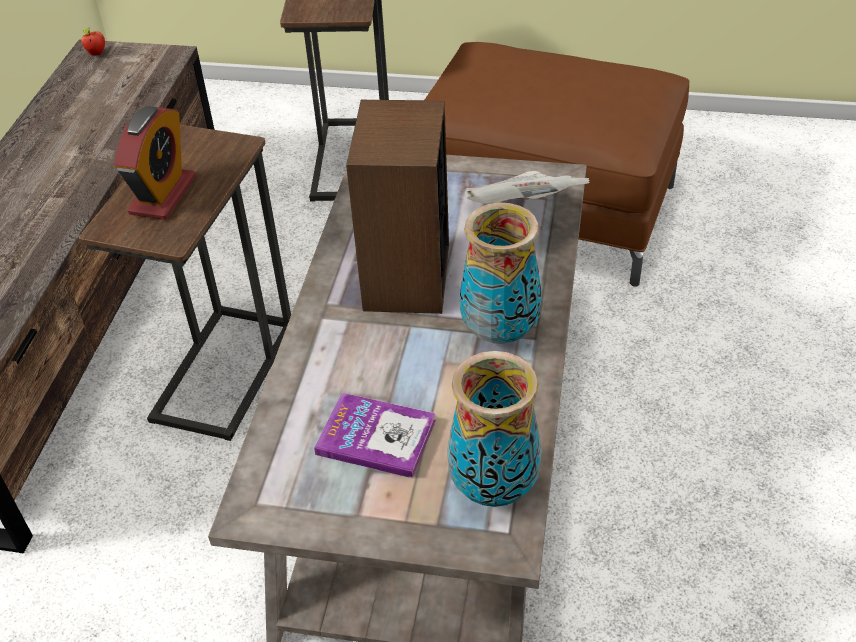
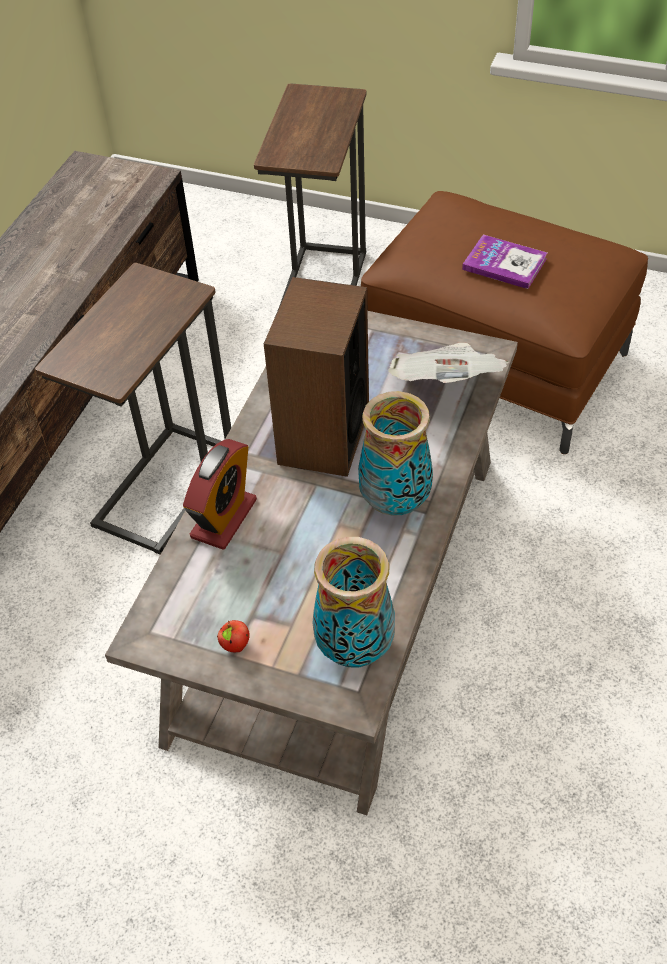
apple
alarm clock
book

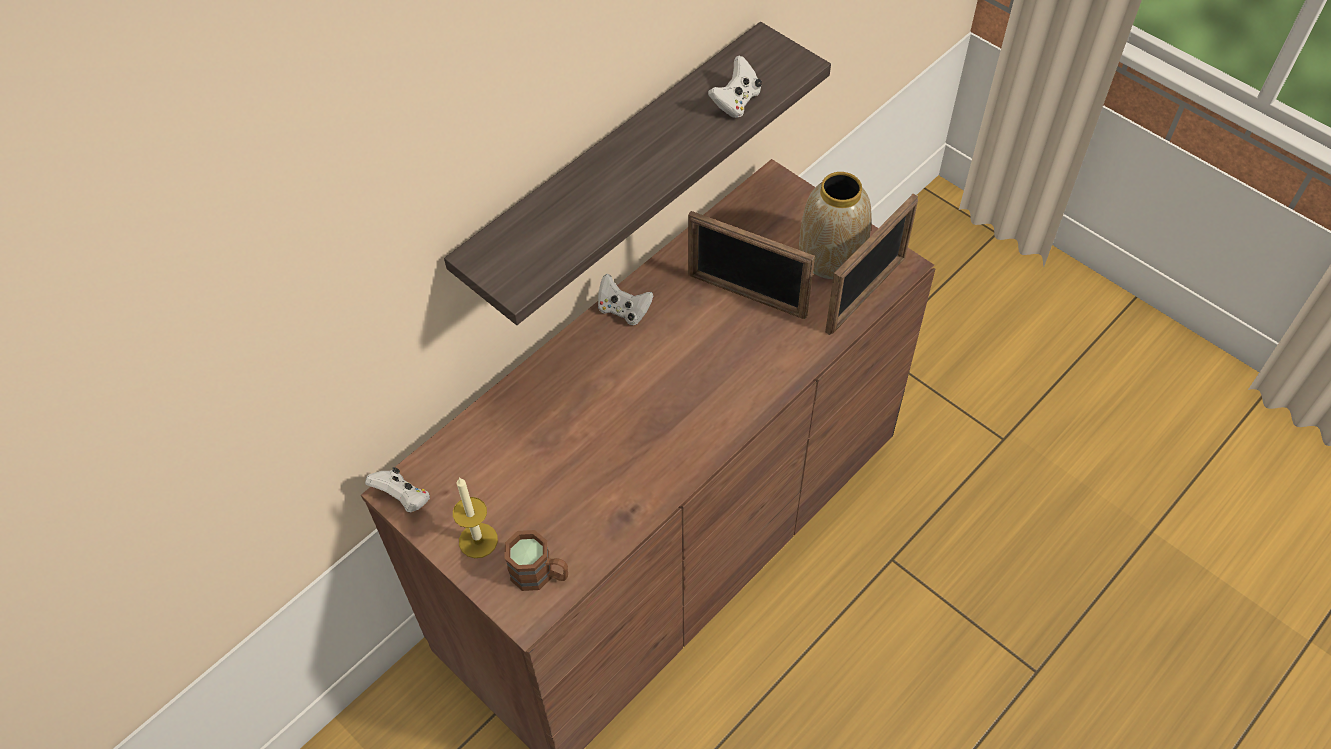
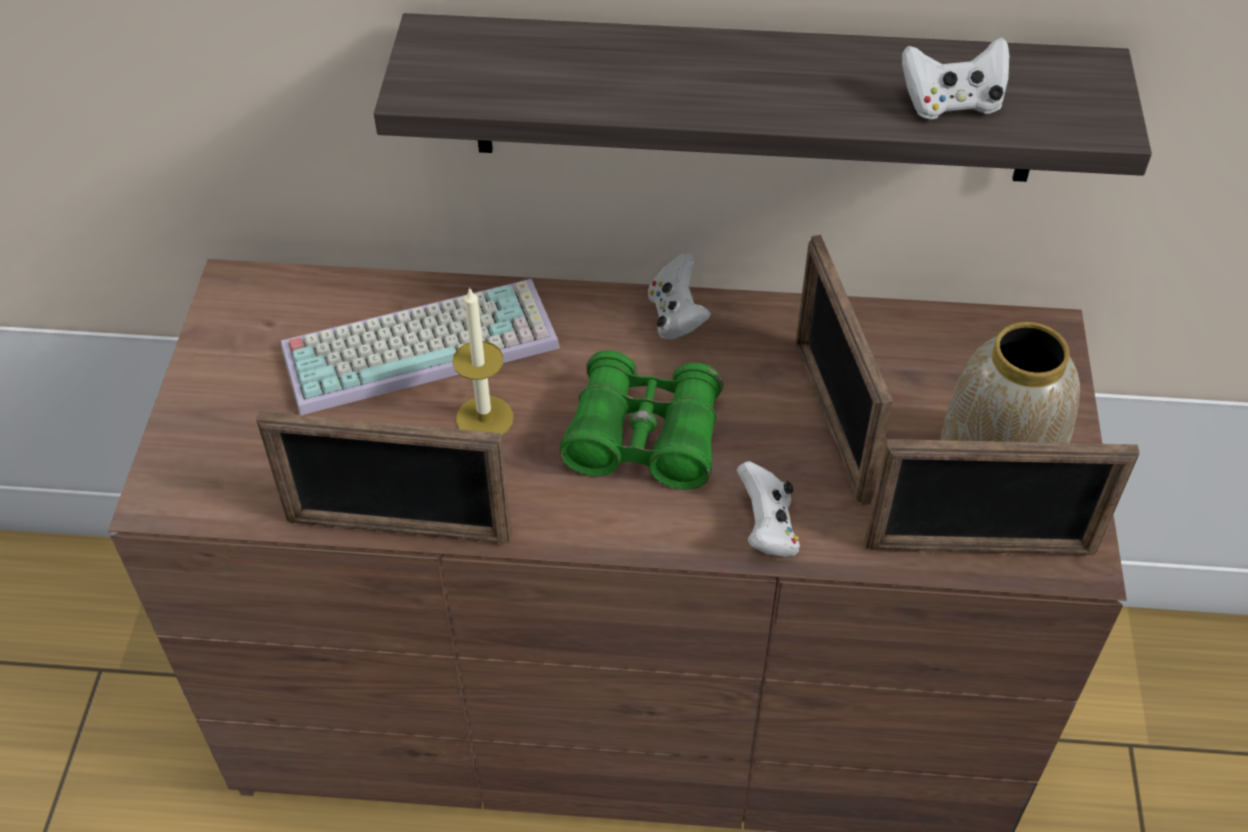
game controller (white) (no. 2 from left)
candle
mug (brown)
keyboard
binoculars (green)
picture frame (no. 1 from left)

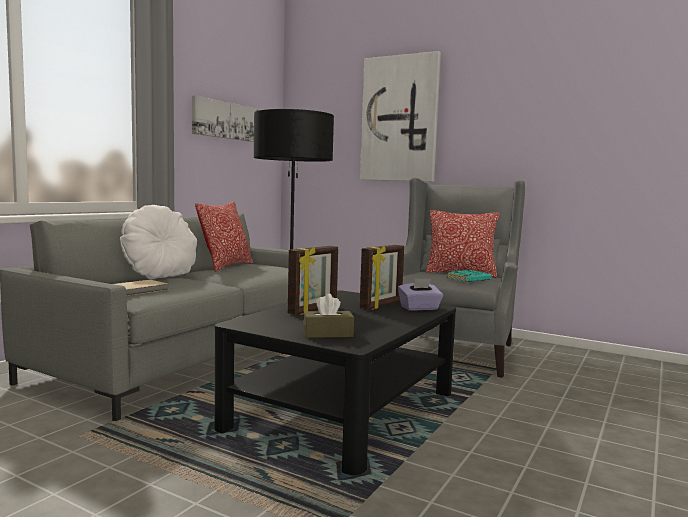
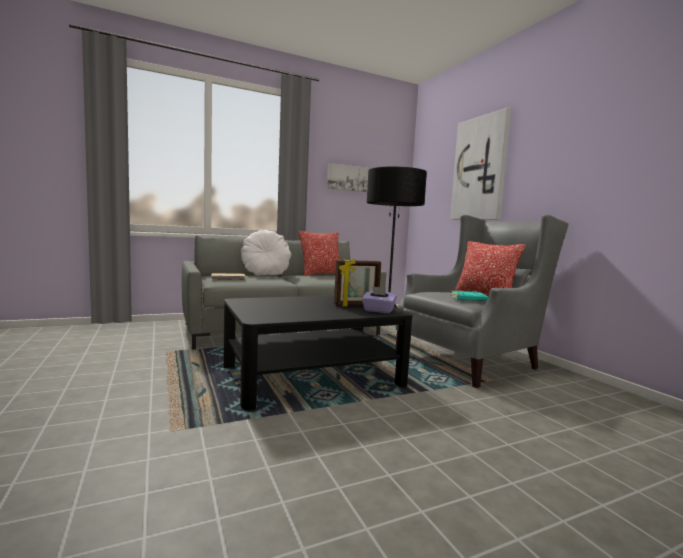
picture frame (no. 1 from left in the first image)
tissue box (brown)

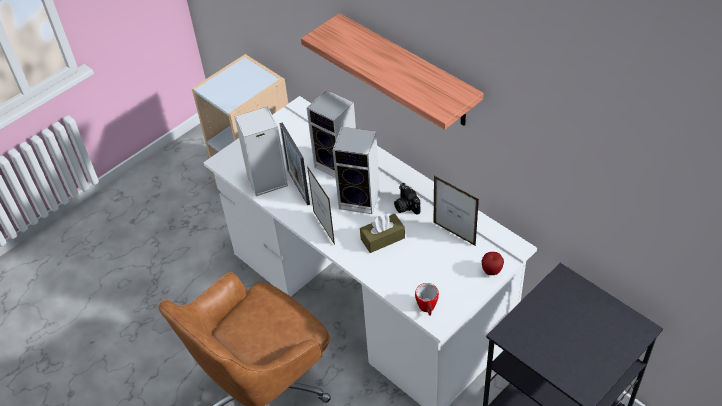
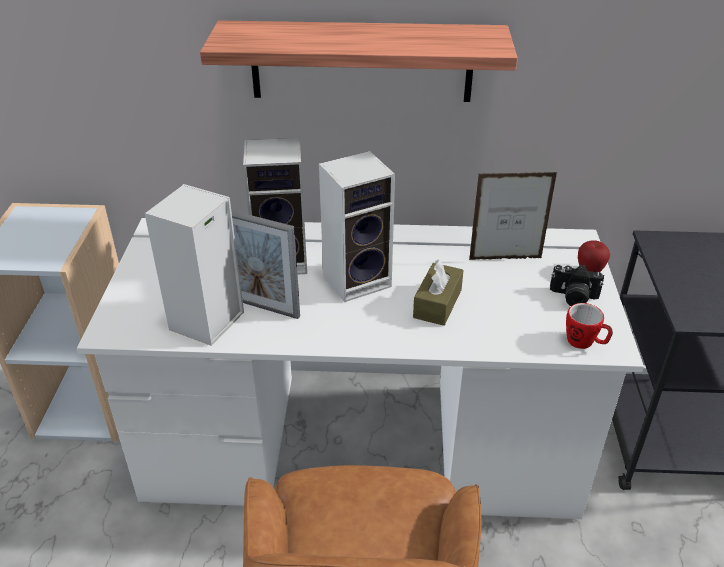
picture frame (no. 2 from left in the first image)
photo camera

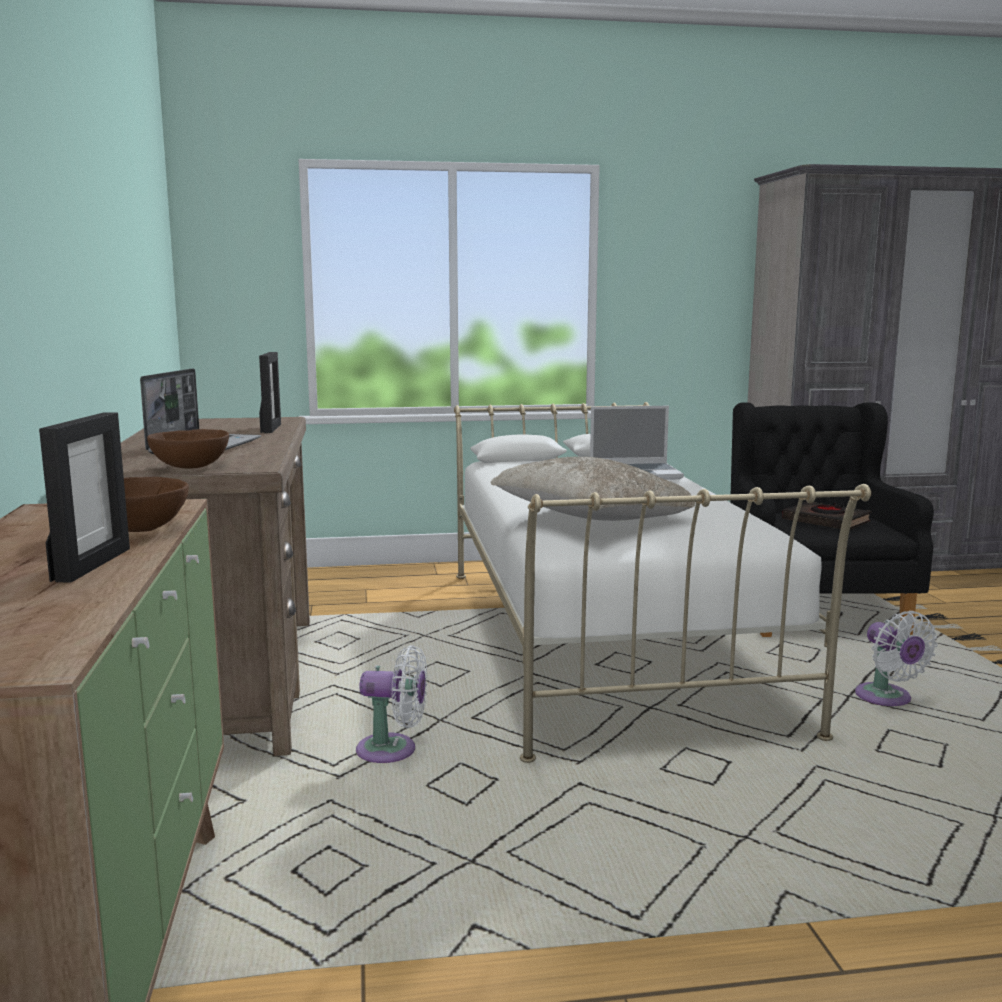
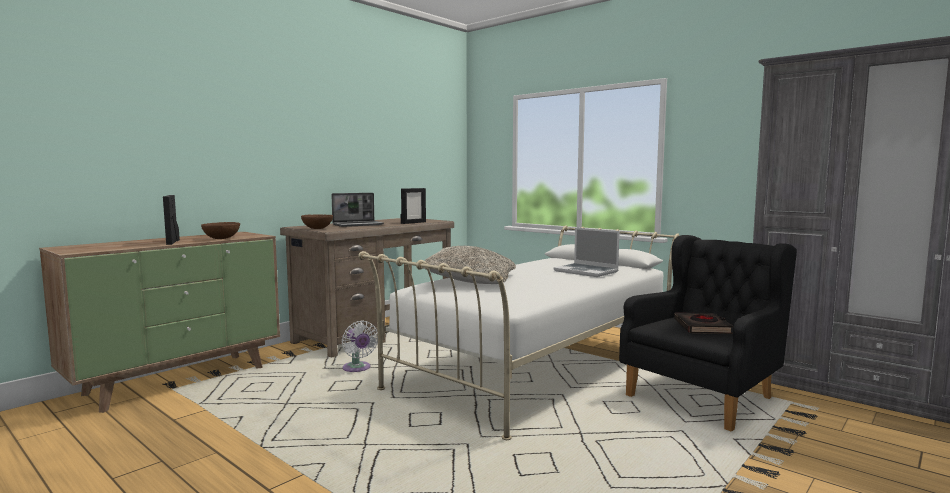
picture frame (no. 1 from left)
fan (white) (no. 2 from left in the first image)

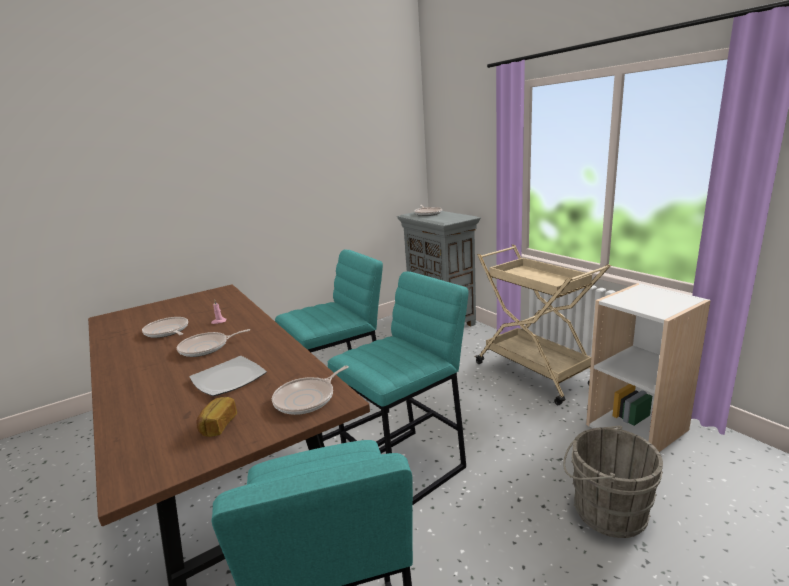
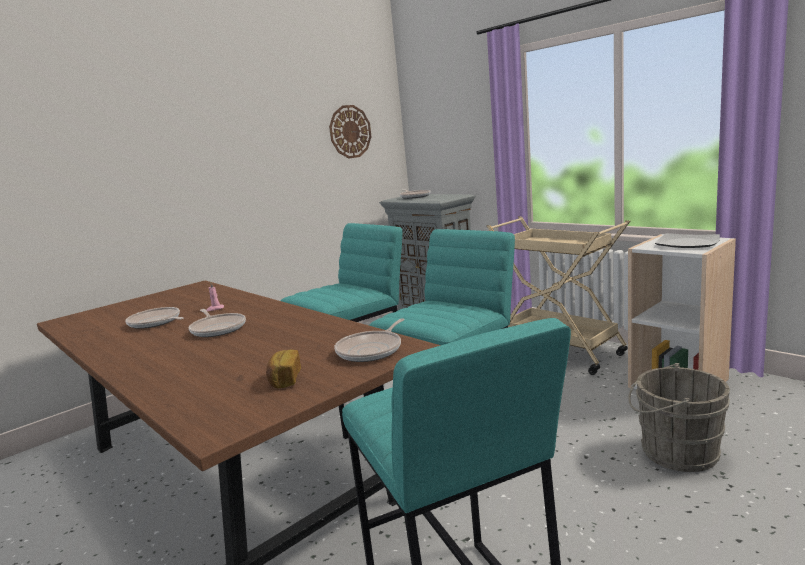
frying pan (no. 2 from left)
plate
wall clock

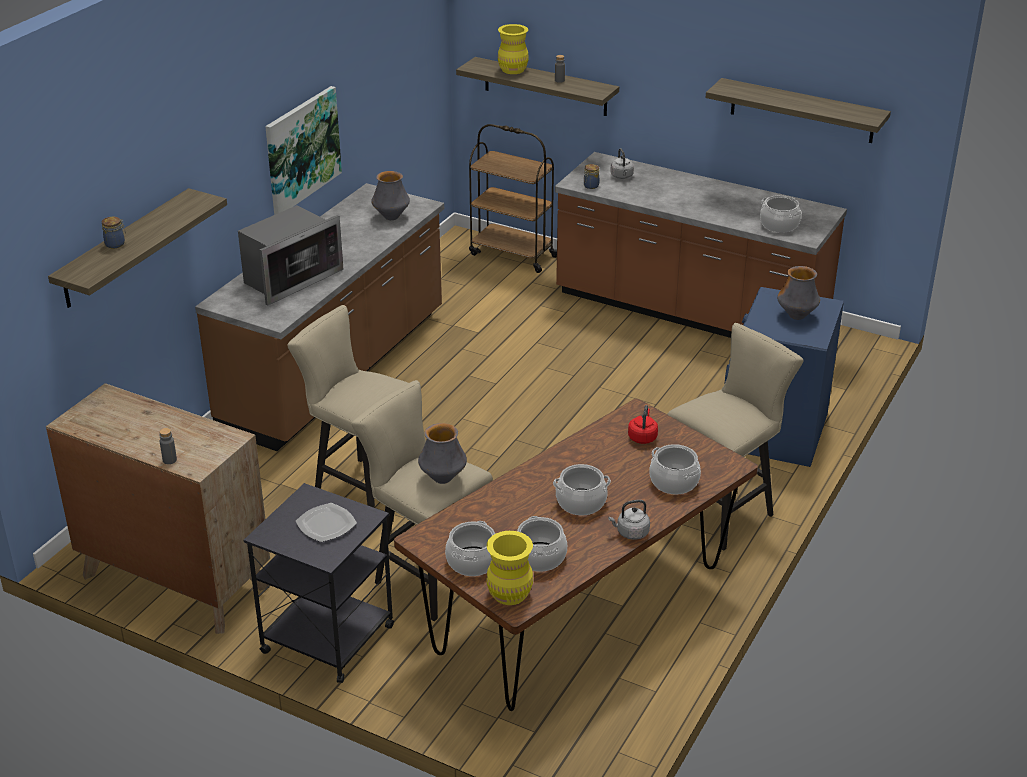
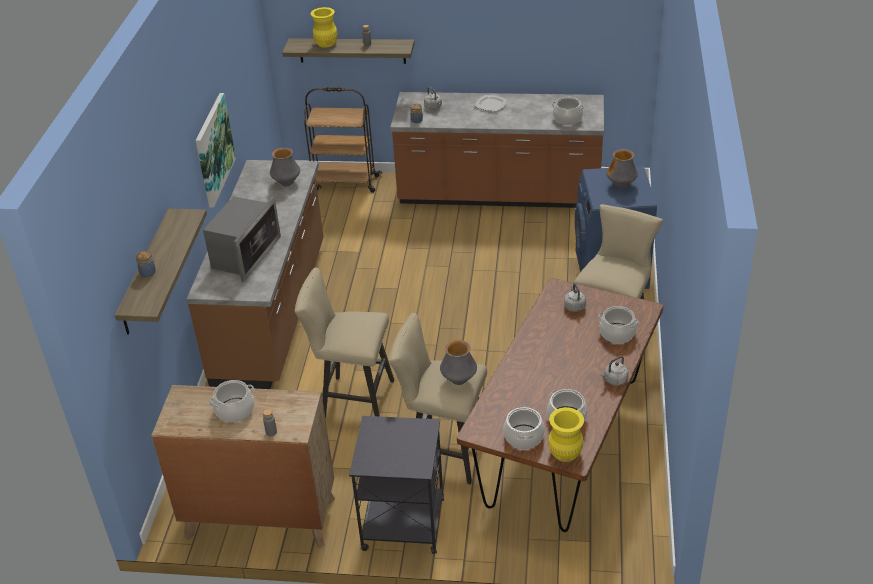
shelf (no. 3 from left in the first image)
kettle (grey) (no. 2 from left)
cooking pot (no. 1 from left)
plate

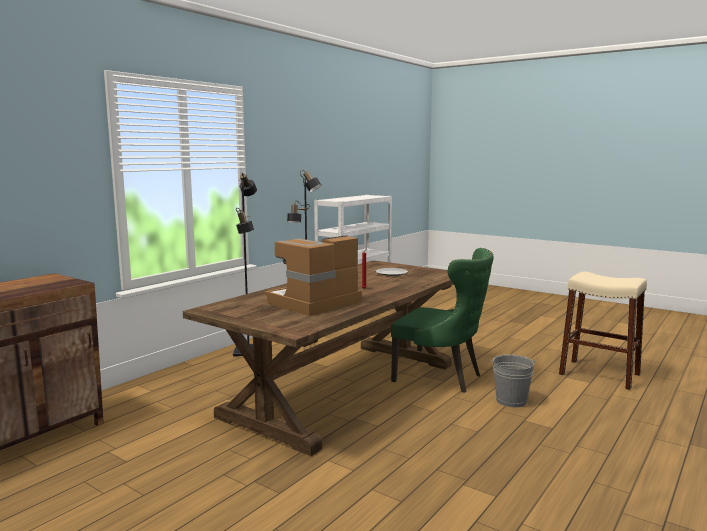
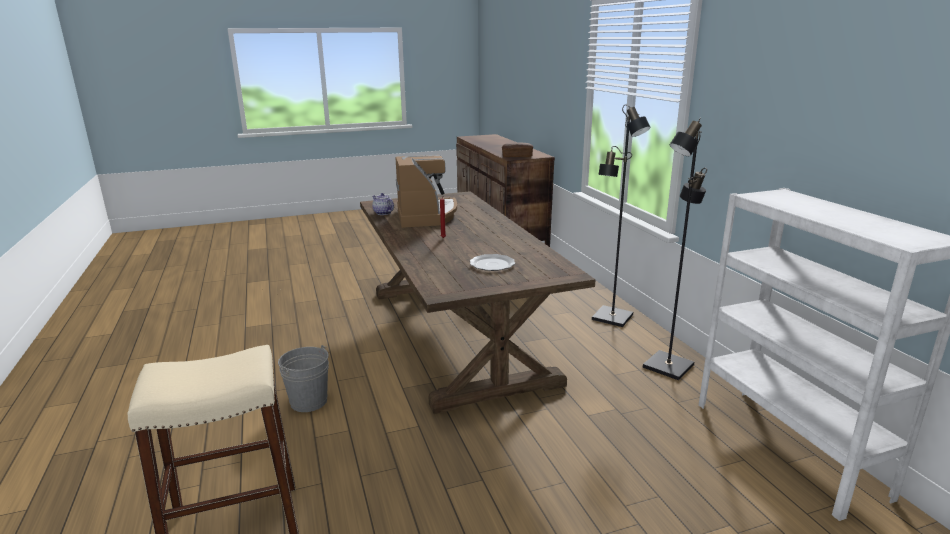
chair (green)
bread
teapot

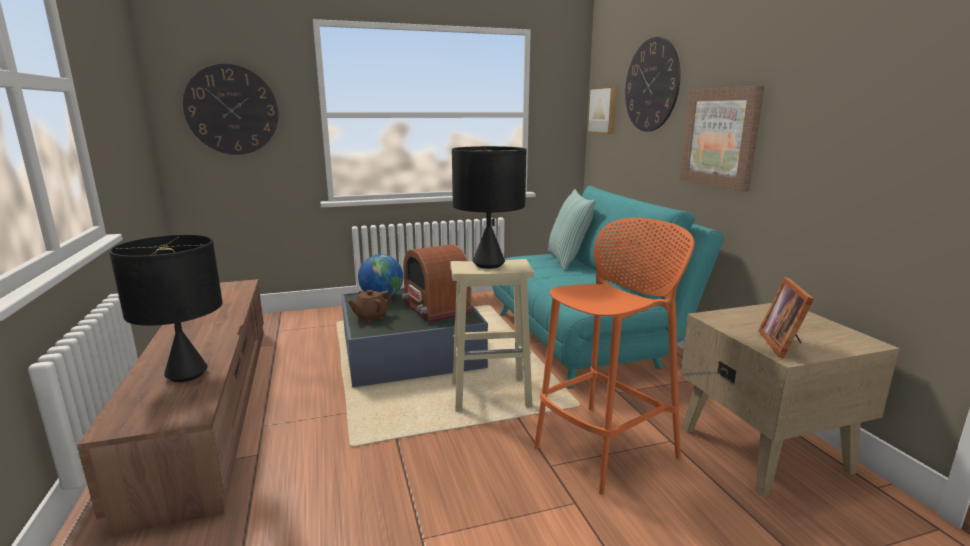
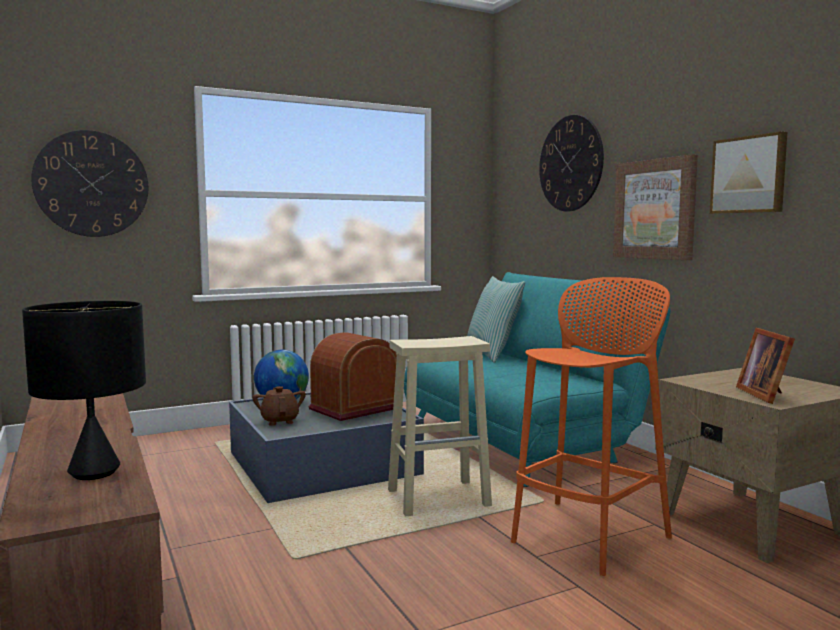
picture (no. 2 from left)
table lamp (black) (no. 2 from left in the first image)
radio
teapot (brown)

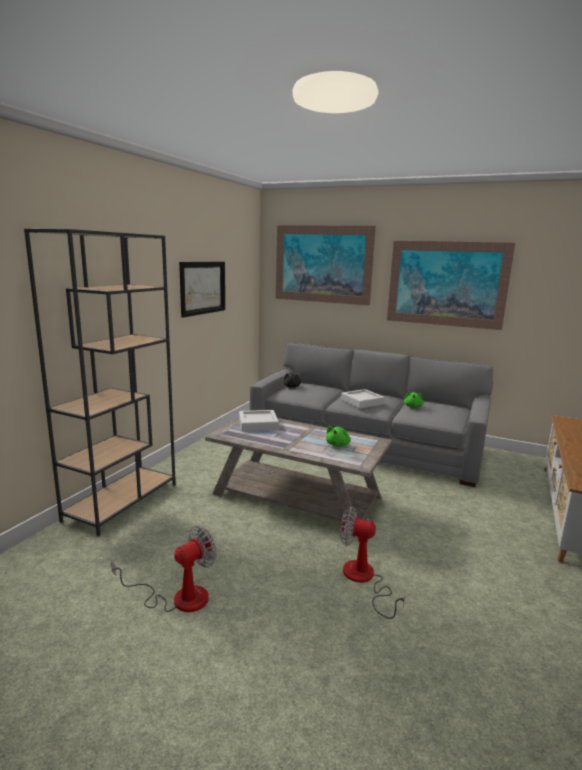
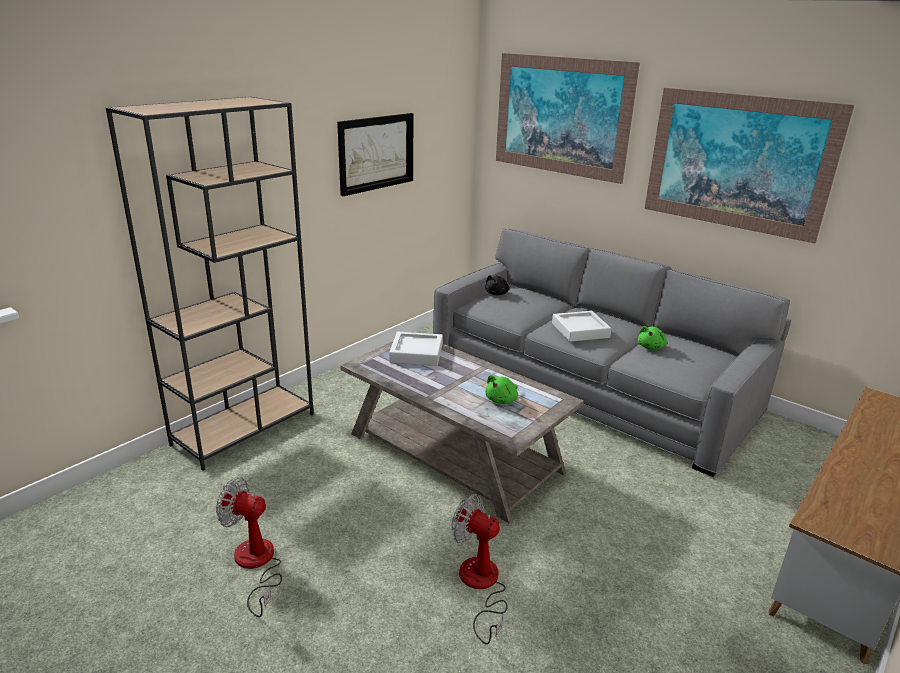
fan (no. 1 from left)

